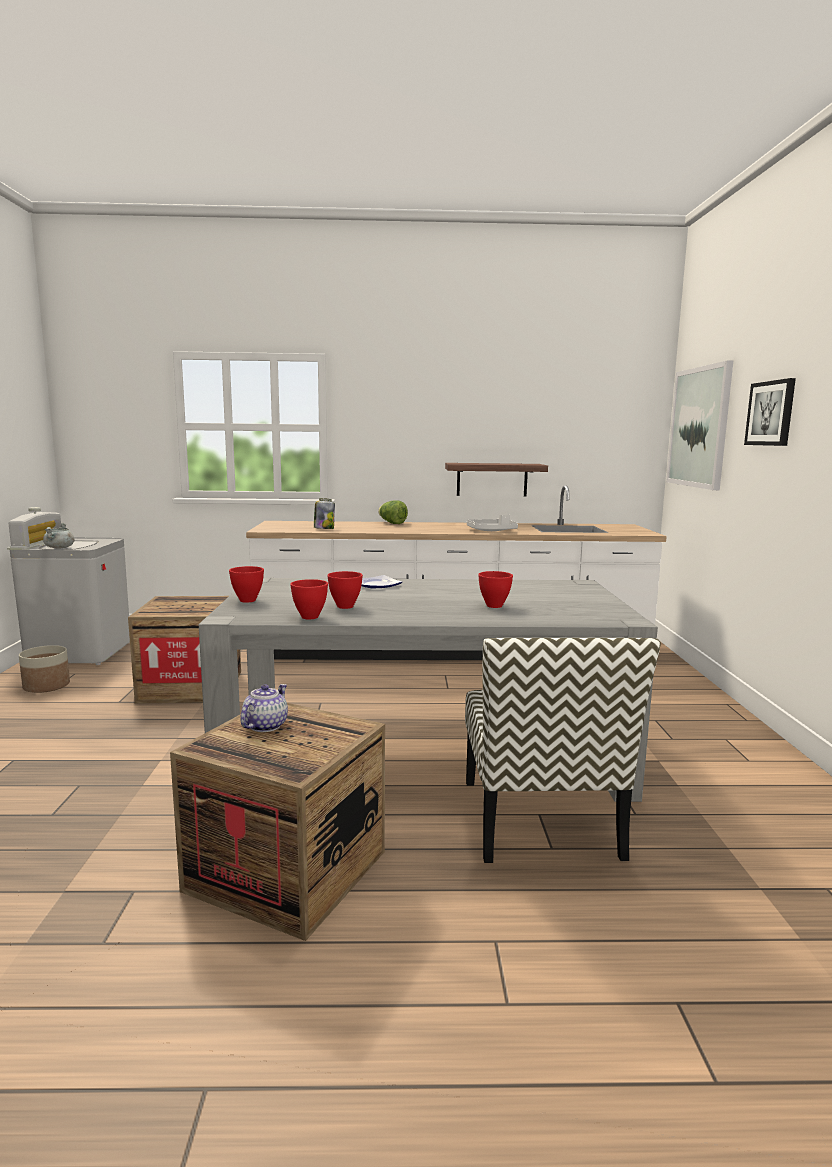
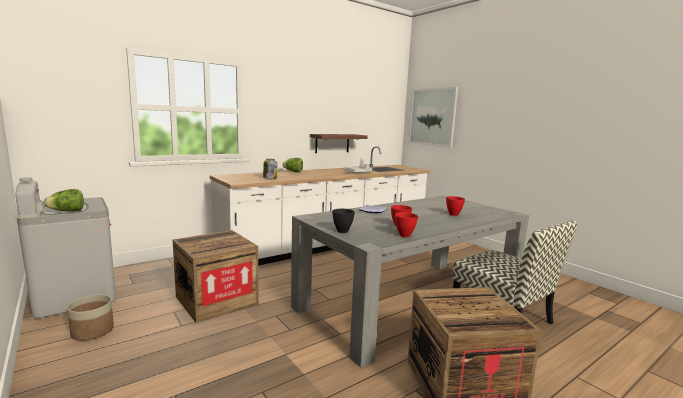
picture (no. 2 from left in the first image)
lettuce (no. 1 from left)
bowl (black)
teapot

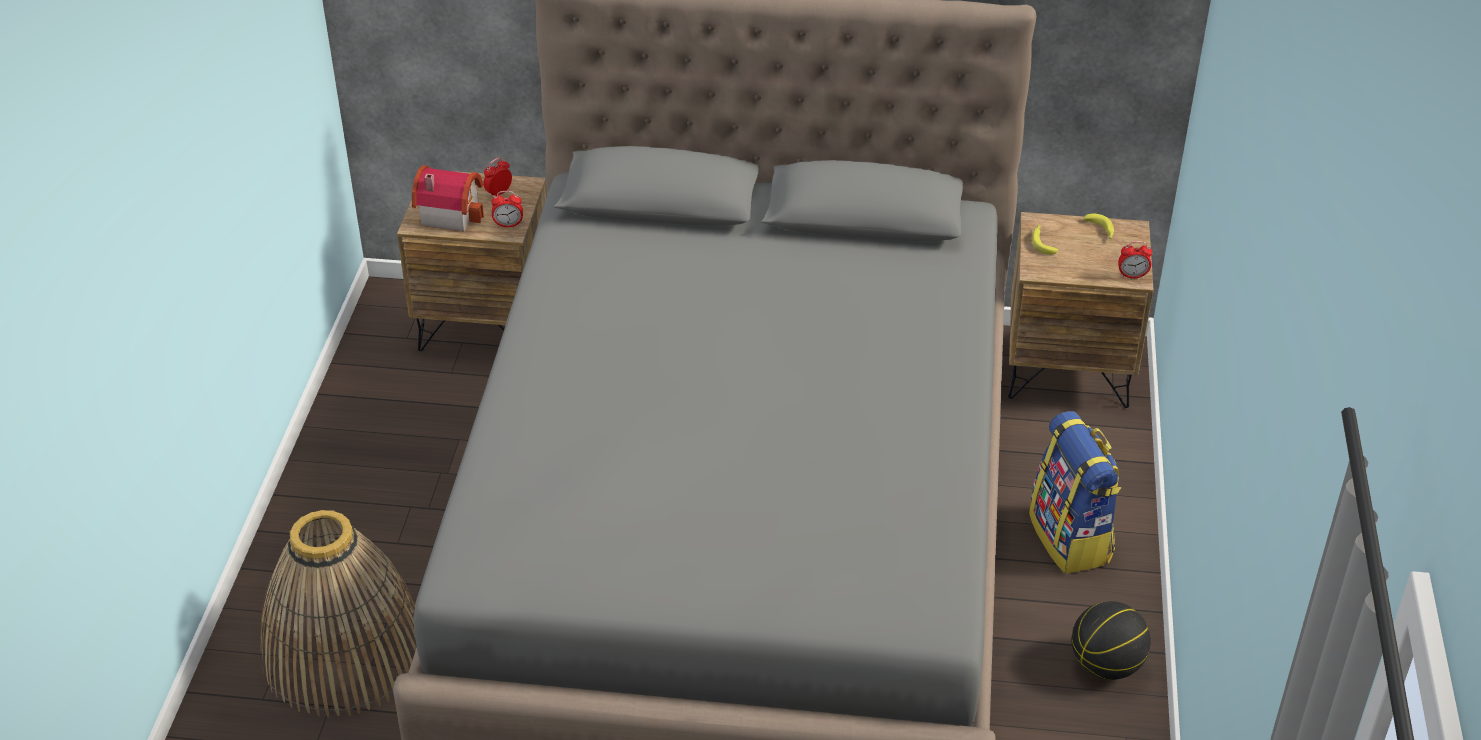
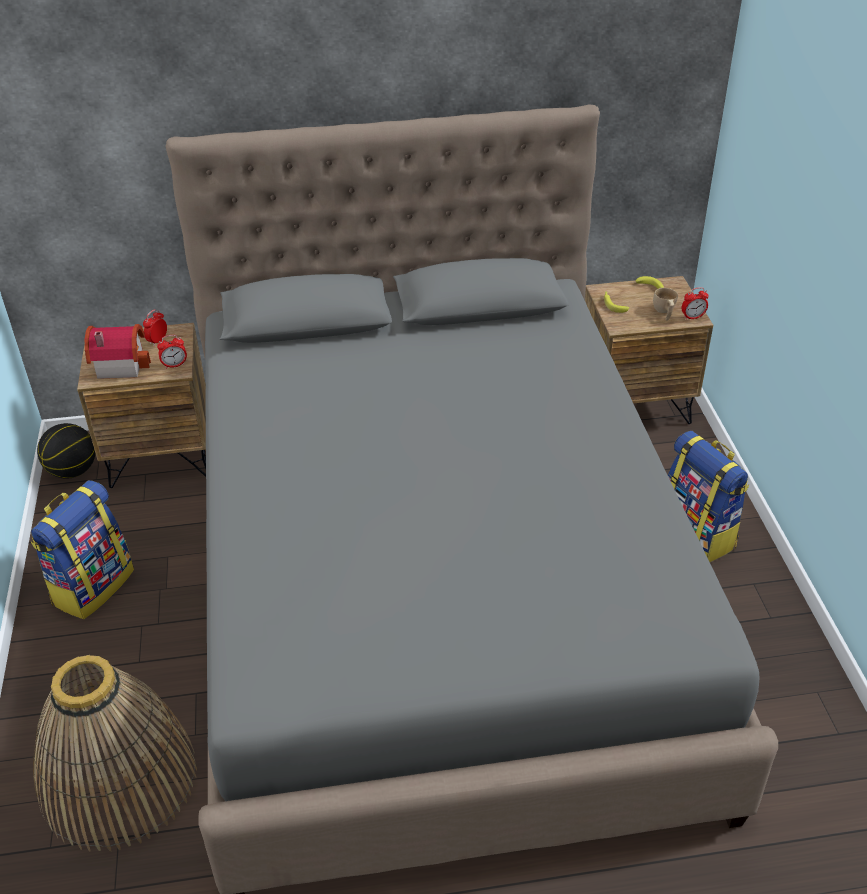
basketball
cup (beige)
backpack (no. 1 from left)

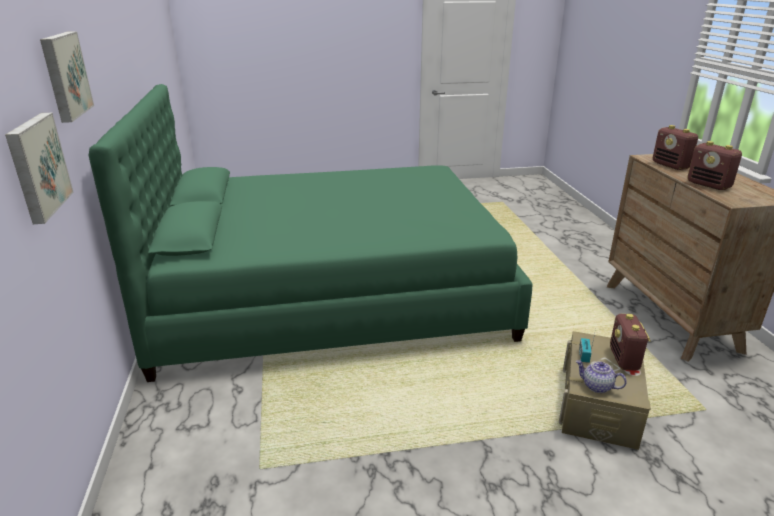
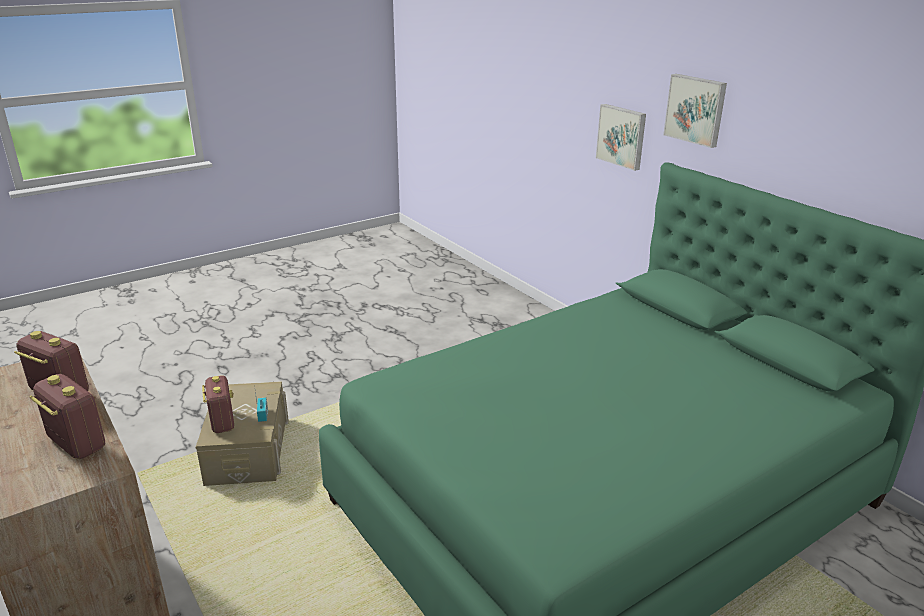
teapot

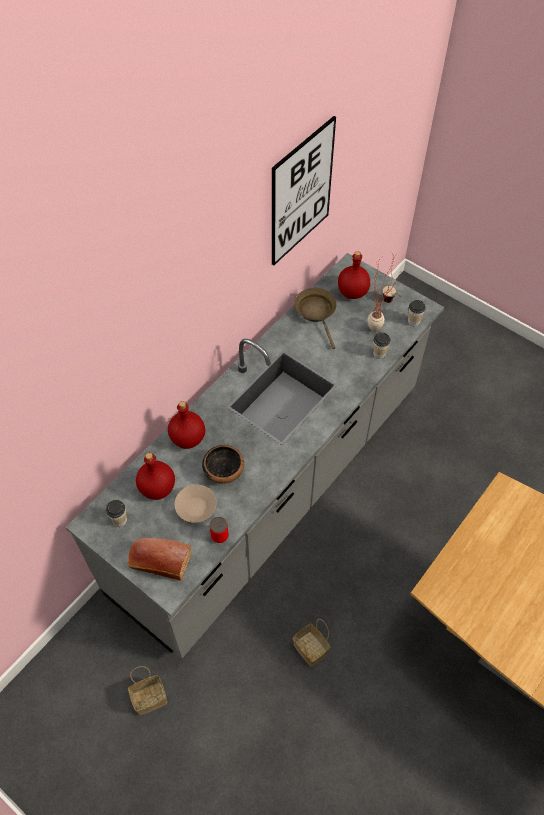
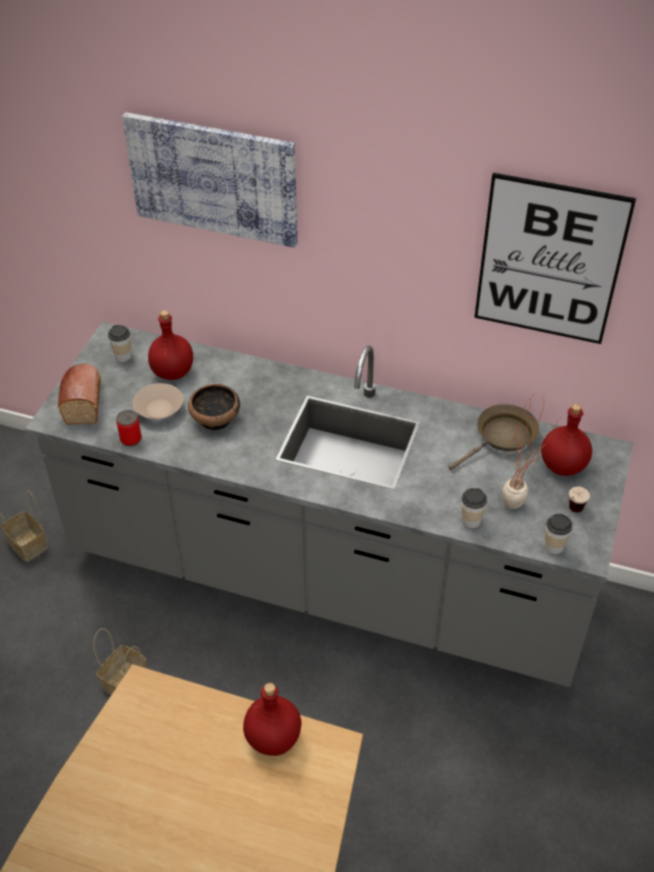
bottle (red) (no. 2 from left)
picture (no. 1 from left)

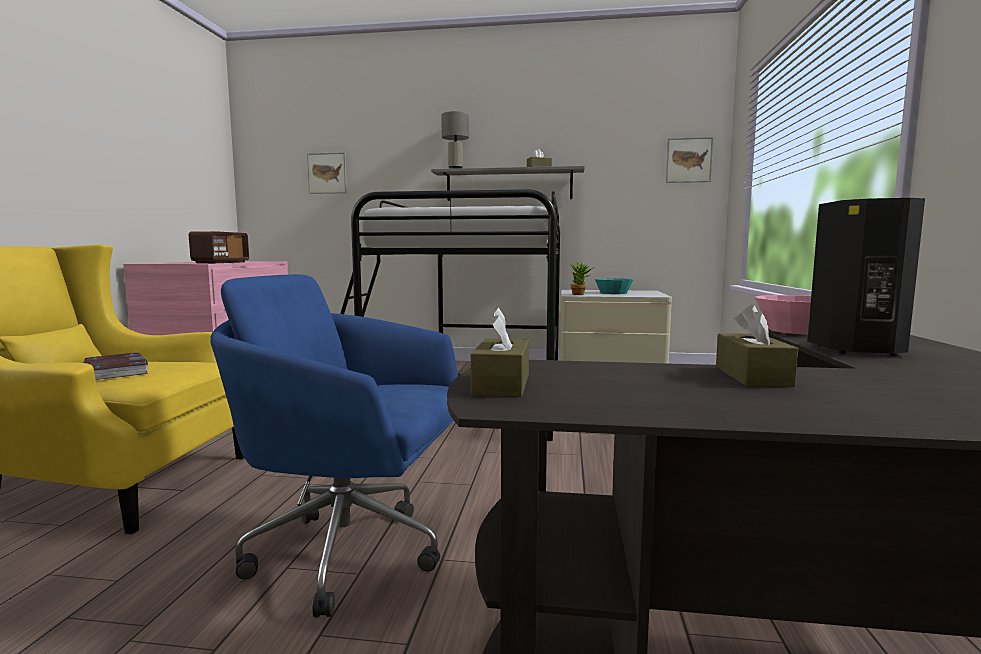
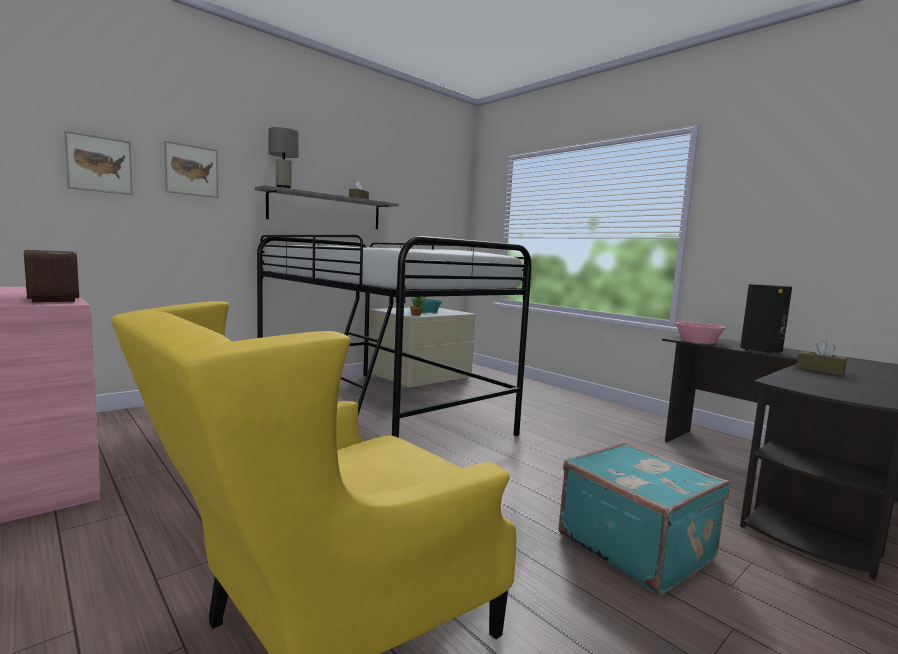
picture (no. 2 from left)
suitcase (turquoise)
tissue box (brown) (no. 1 from left in the first image)
book

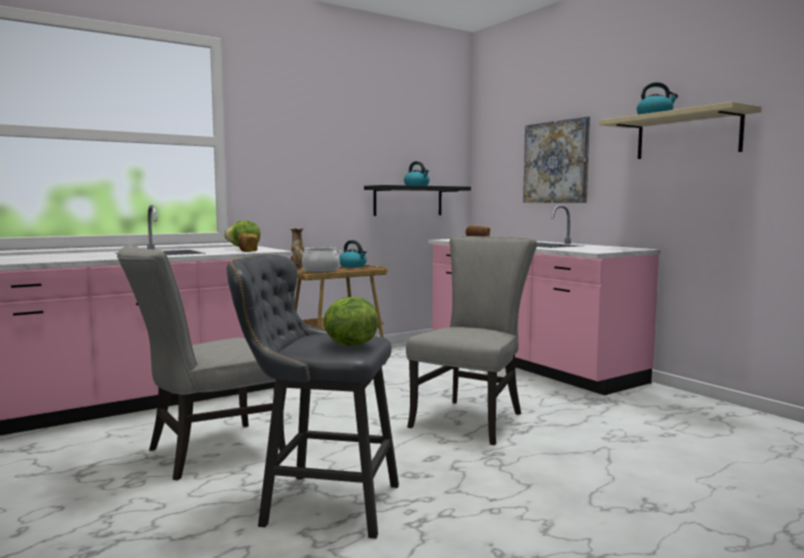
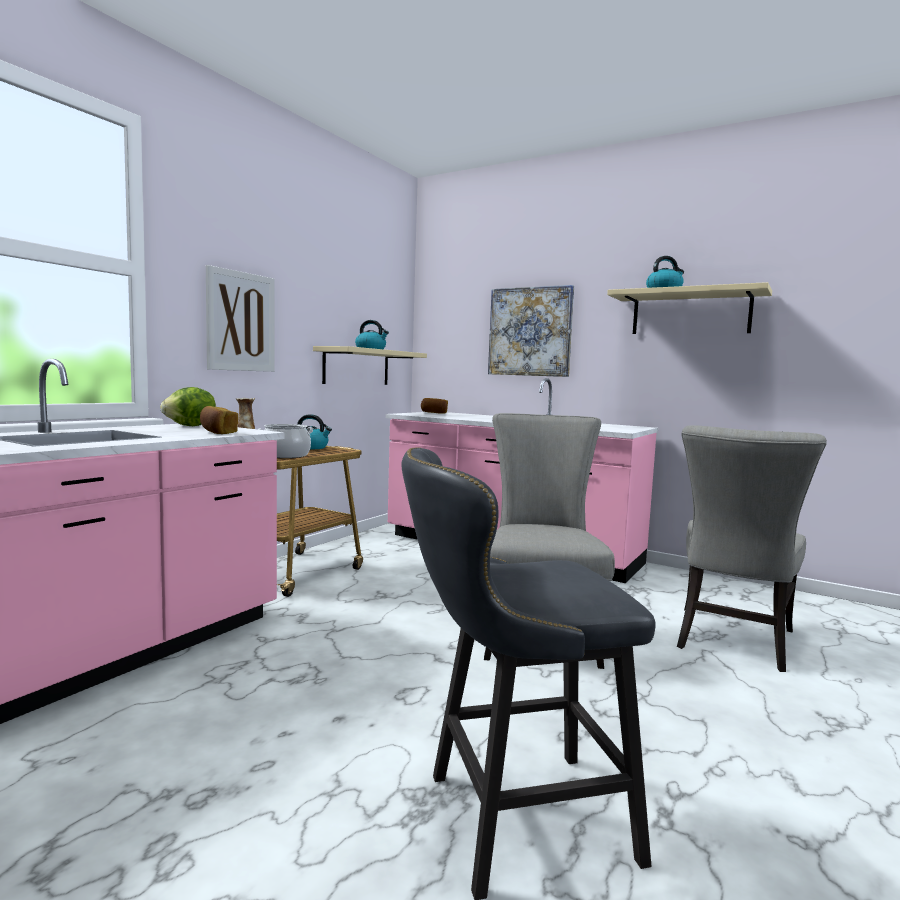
shelf (beige) (no. 1 from left)
chair (grey) (no. 2 from left)
lettuce (no. 2 from left in the first image)
picture (no. 1 from left)

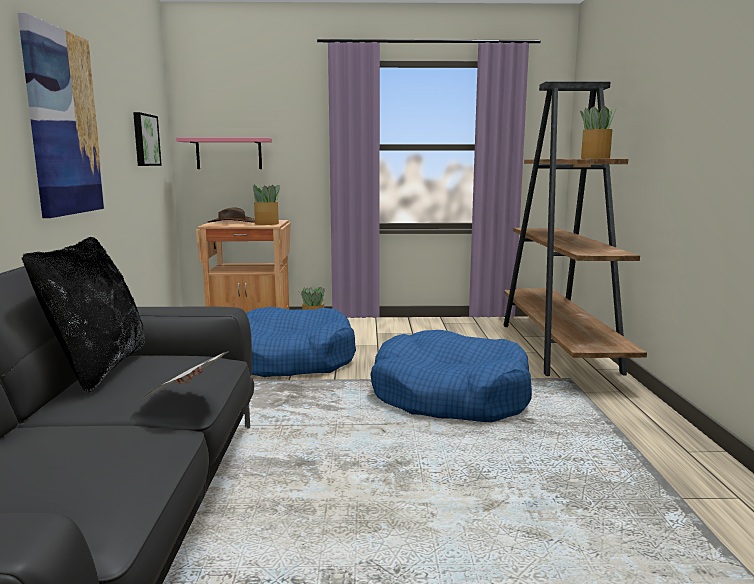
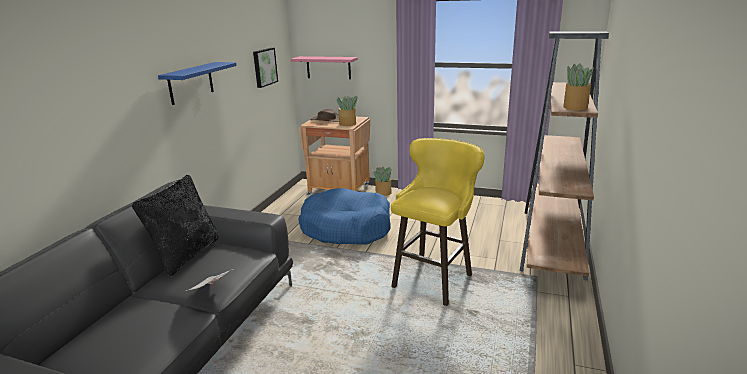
shelf (blue)
stool (yellow)

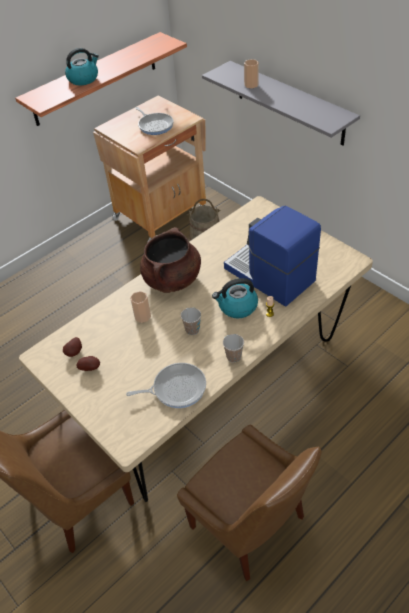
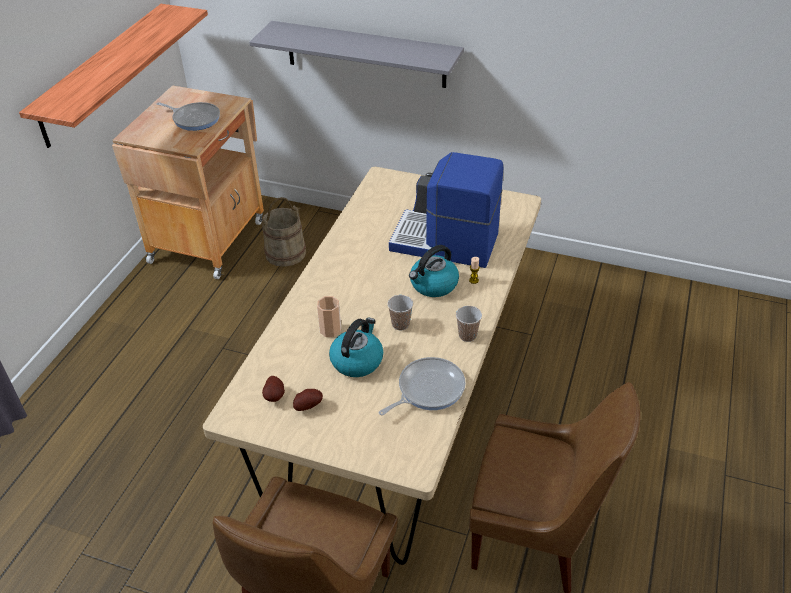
kettle (no. 1 from left)
cup (no. 4 from left in the first image)
cooking pot (brown)

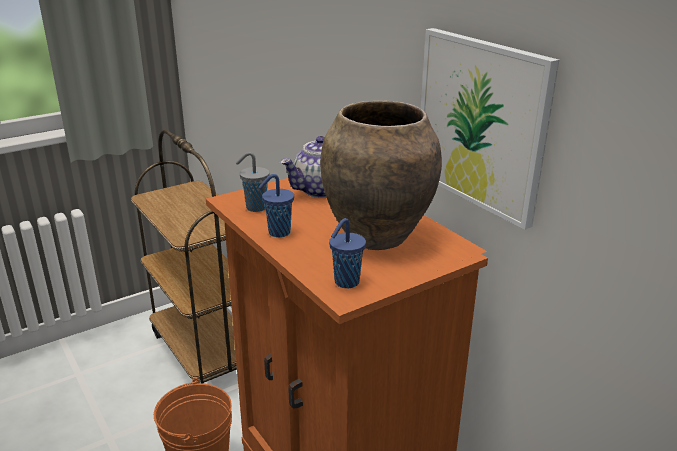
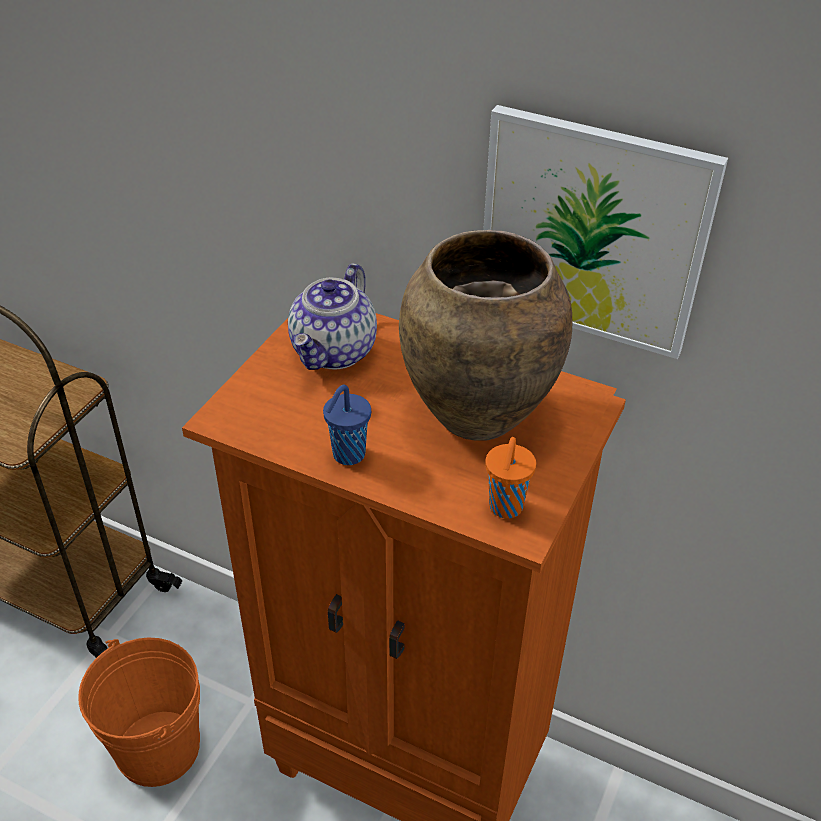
cup (grey)
cup (orange)

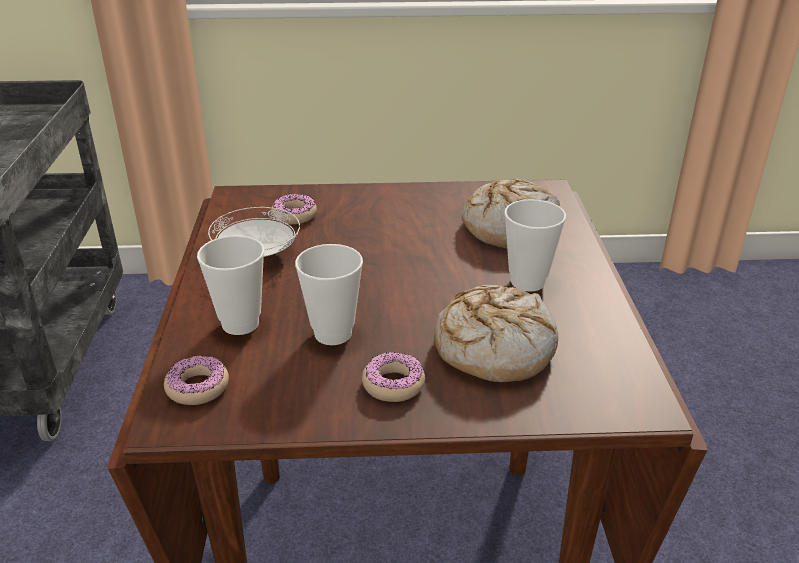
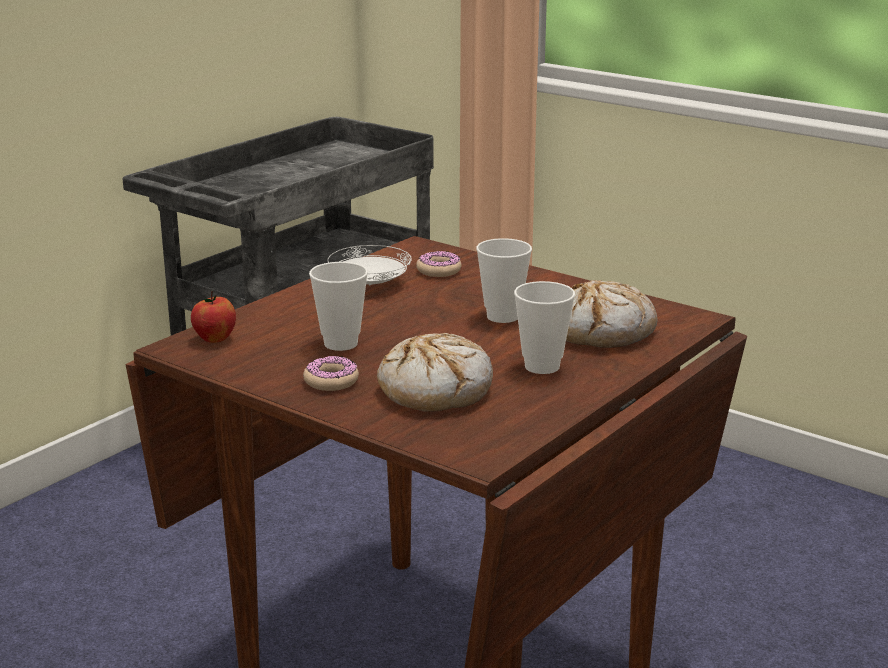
cup (no. 2 from left)
apple

